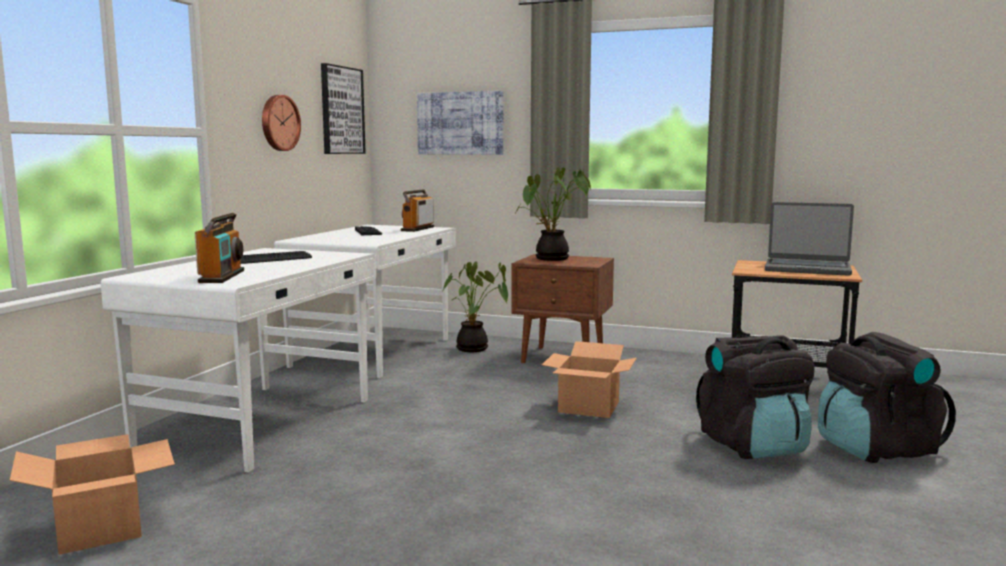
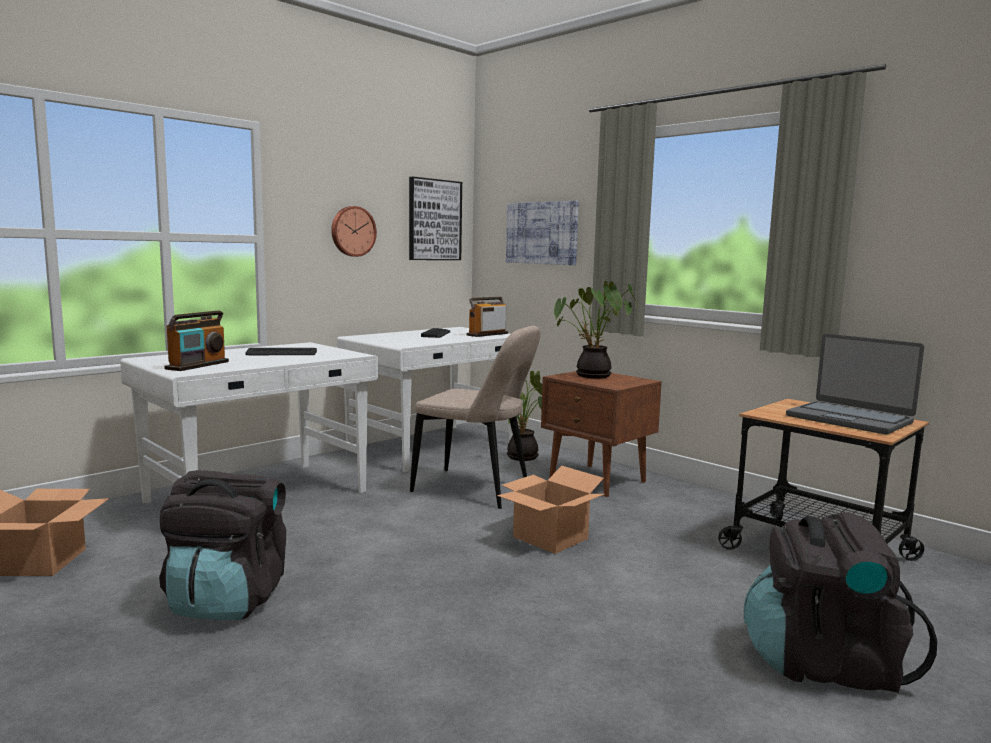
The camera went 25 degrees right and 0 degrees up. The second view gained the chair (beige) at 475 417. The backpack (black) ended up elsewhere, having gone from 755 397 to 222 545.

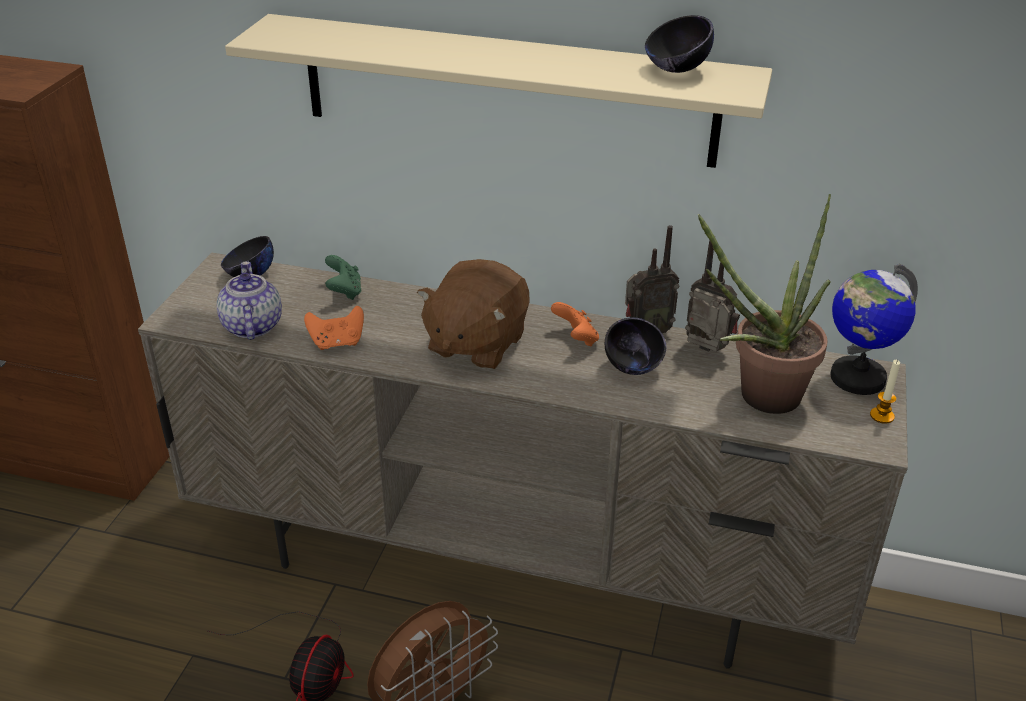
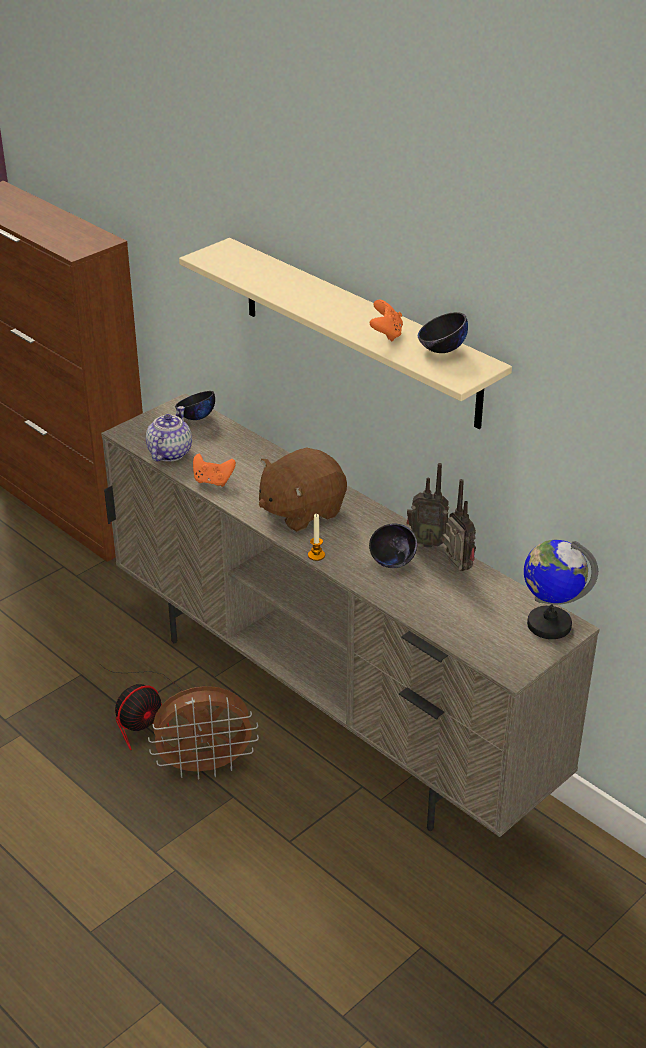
The camera went 30 degrees right and 0 degrees up. The second view lost the game controller (green) at 343 277. The second view lost the potted plant at 764 304. The game controller (orange) ended up elsewhere, having gone from 575 324 to 386 320. The candle ended up elsewhere, having gone from 885 392 to 316 537.

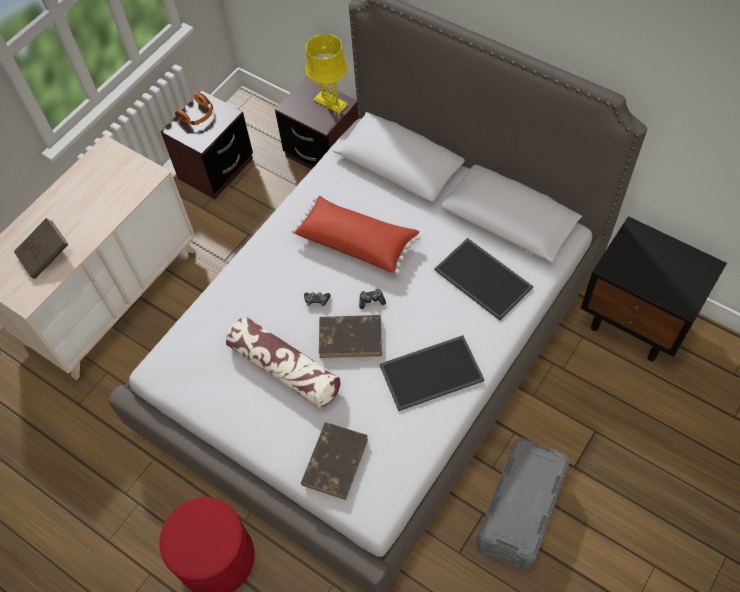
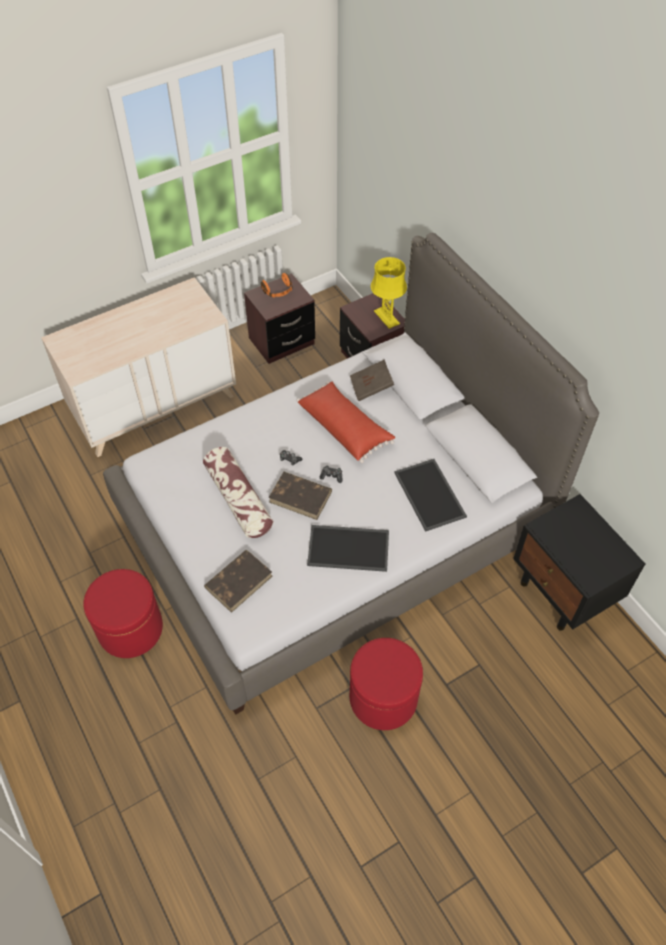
The camera went 20 degrees right and 5 degrees down. The book (brown) ended up elsewhere, having gone from 41 248 to 372 380. Where the storage box (grey) stood at 523 504, the ottoman (red) came to stand at 386 684.

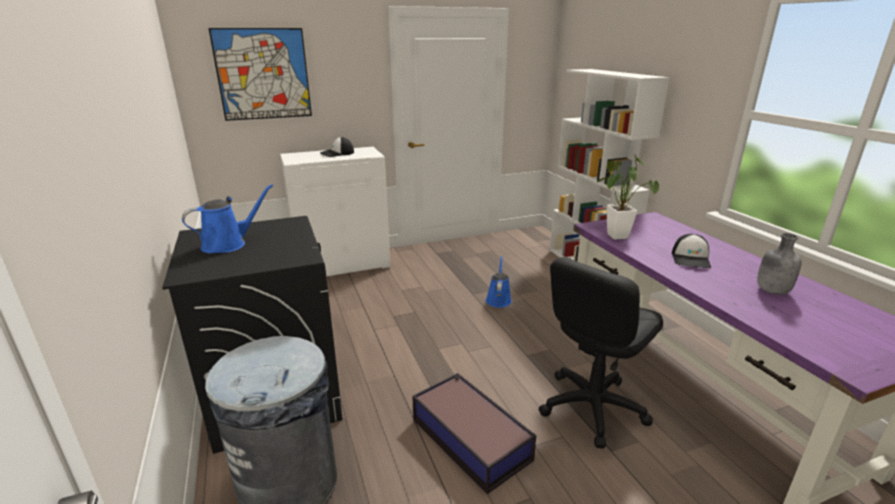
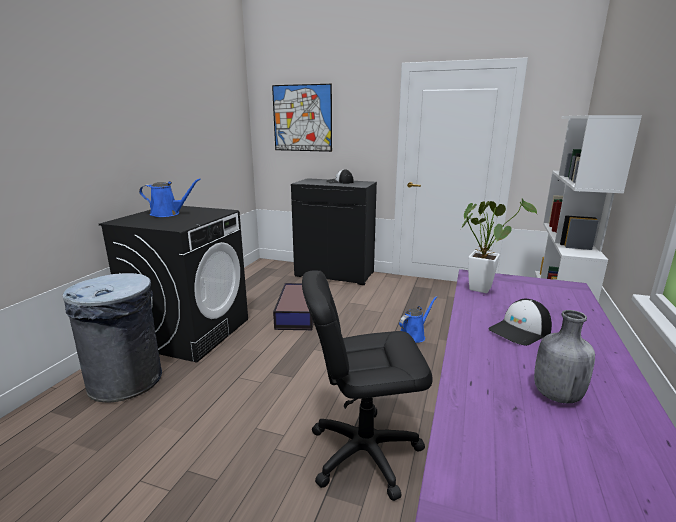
The camera went 40 degrees right and 5 degrees down. The storage box ended up elsewhere, having gone from 474 433 to 293 306. What was the cabinet (white) at 335 211 turned into the cabinet (black) at 334 231.

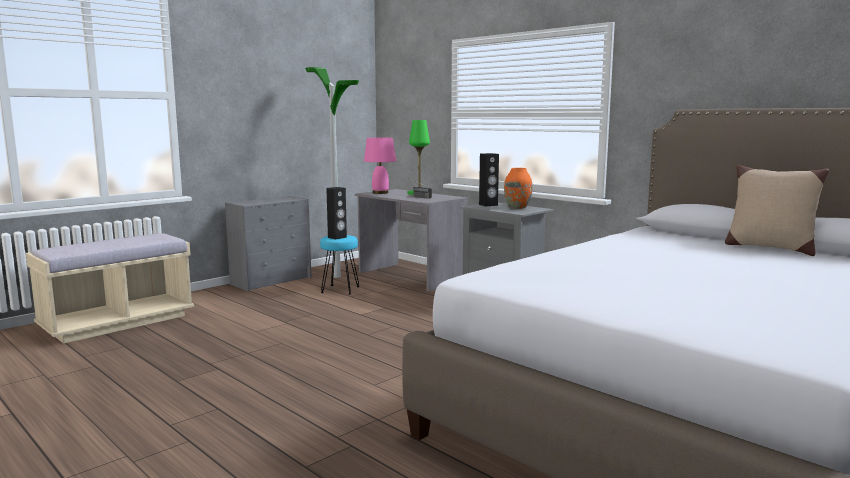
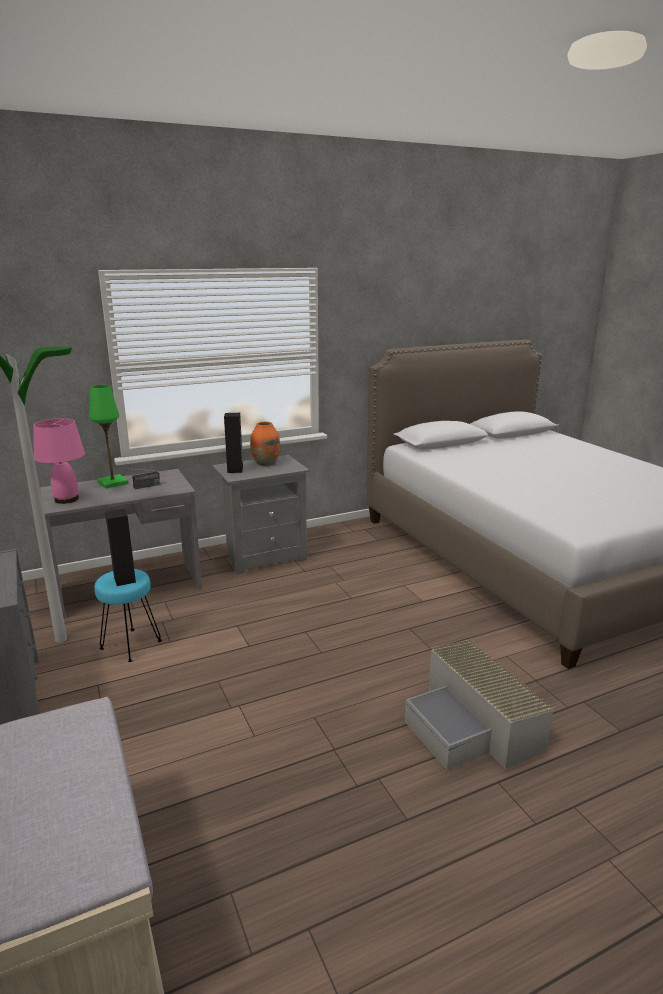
The camera went 70 degrees left and 10 degrees up. The second view lost the pillow (beige) at 777 210. The second view gained the storage box (grey) at 479 705.

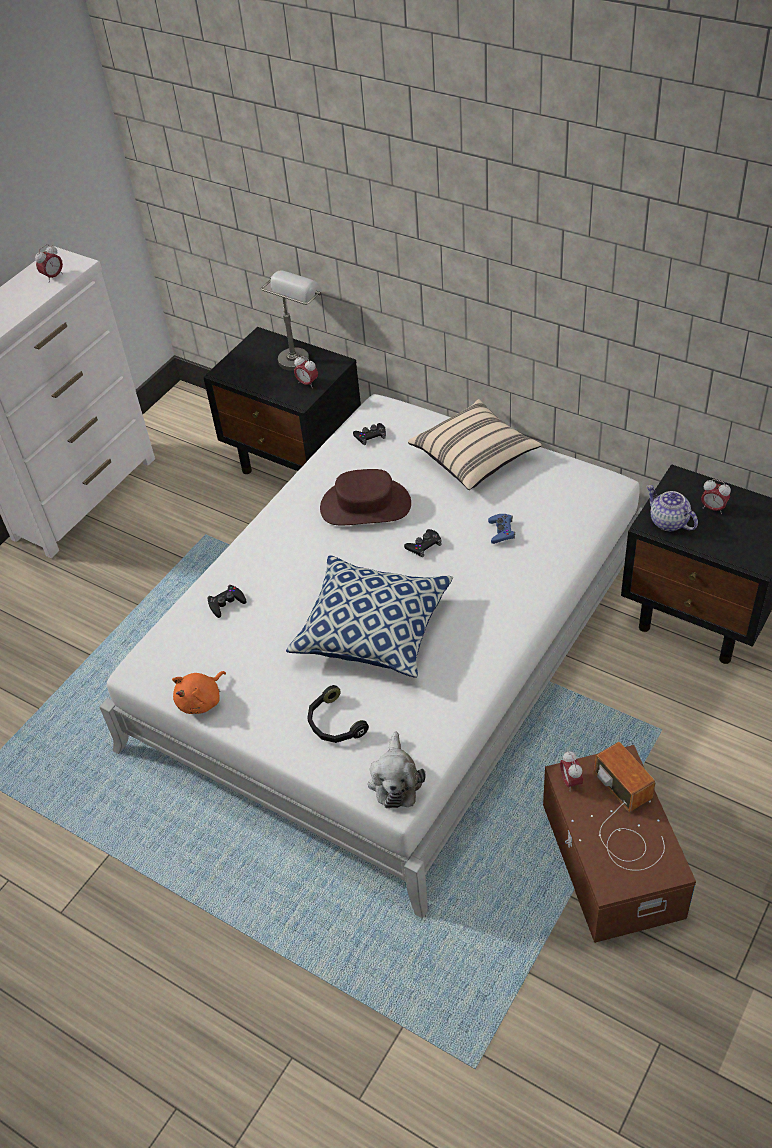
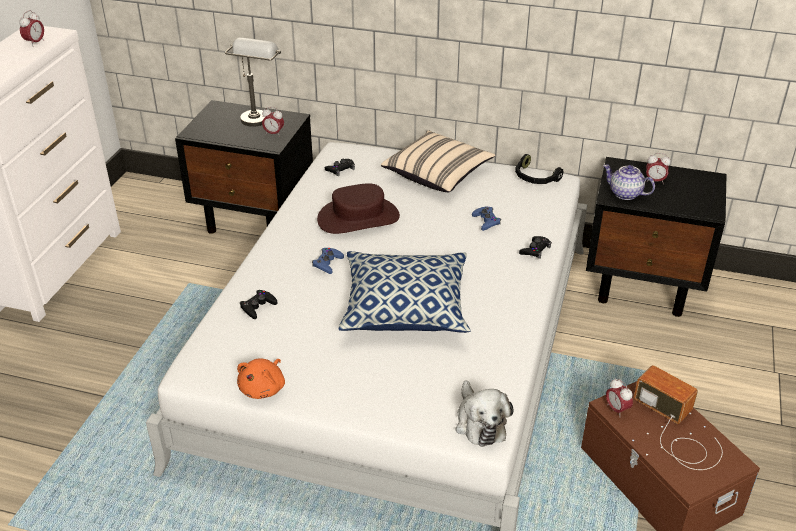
The camera went 20 degrees left and 10 degrees down. The second view gained the game controller (blue) at 328 261. The headphones (black) ended up elsewhere, having gone from 338 714 to 539 169. The game controller (black) ended up elsewhere, having gone from 423 543 to 535 247.

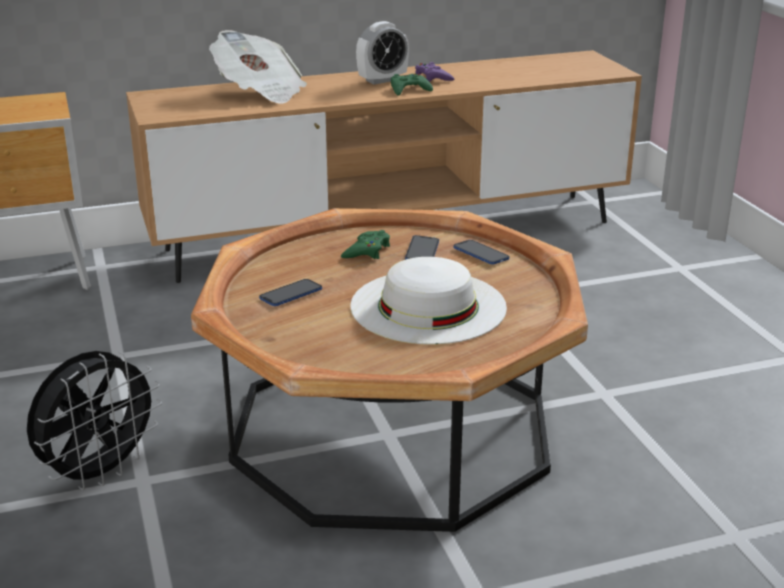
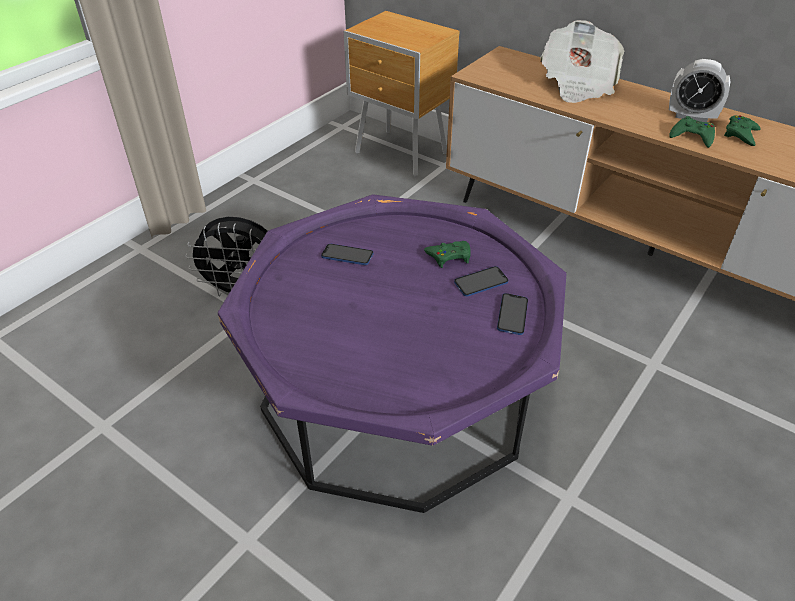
The camera went 55 degrees right and 15 degrees up. The second view lost the hat (white) at 428 300. What was the coffee table (brown) at 389 370 turned into the coffee table (purple) at 392 353. What was the game controller (purple) at 435 72 turned into the game controller (green) at 742 130.

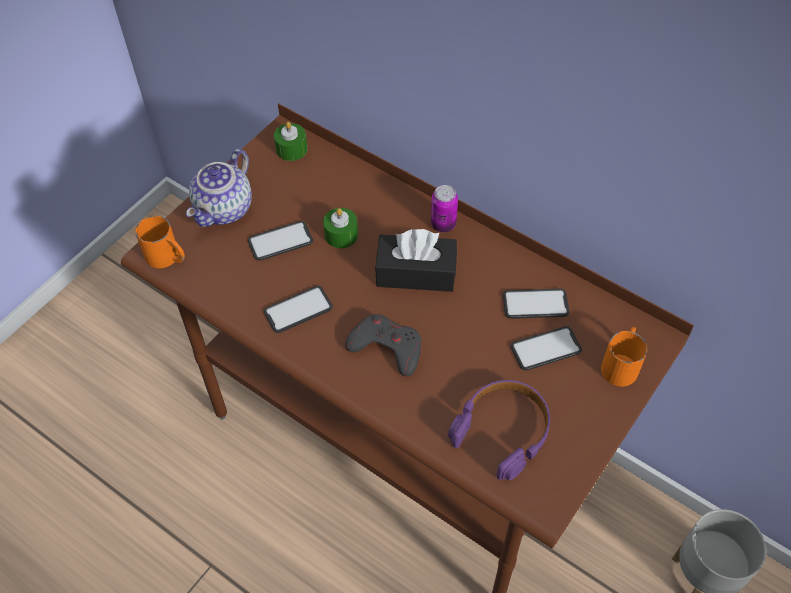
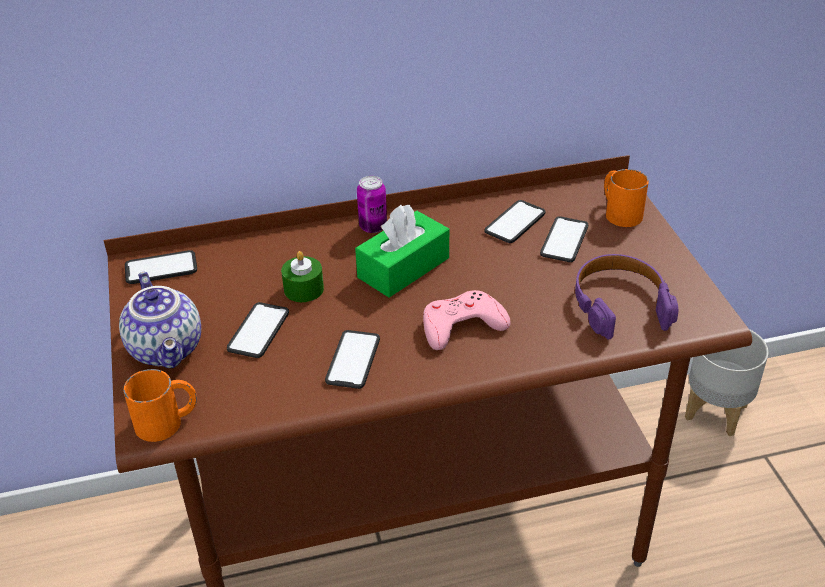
The camera went 50 degrees left and 15 degrees down. Where the candle (green) stood at 290 141, the phone came to stand at 161 267. What was the game controller (grey) at 383 345 turned into the game controller (pink) at 466 320. What was the tissue box (black) at 416 260 turned into the tissue box (green) at 402 251.

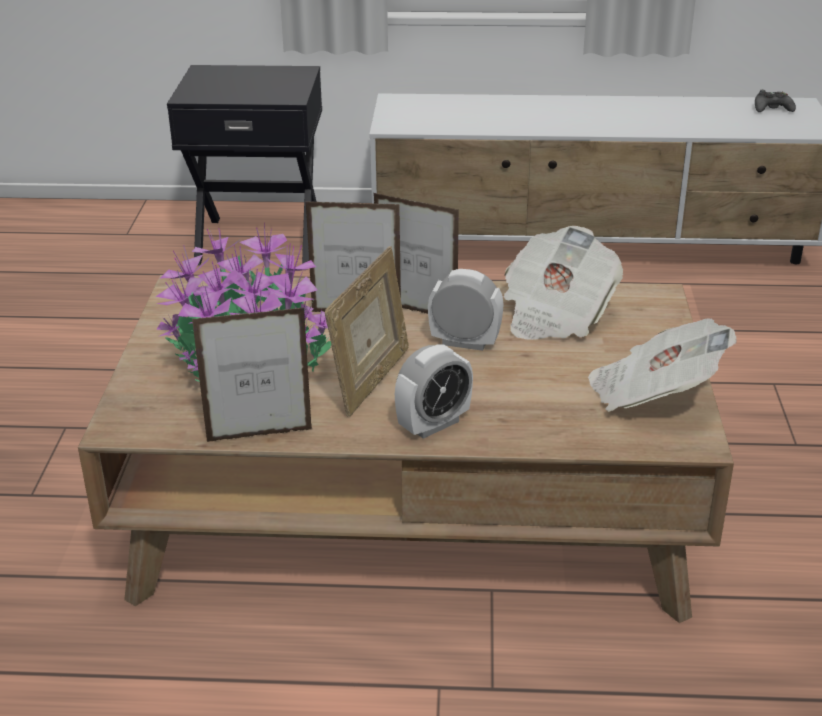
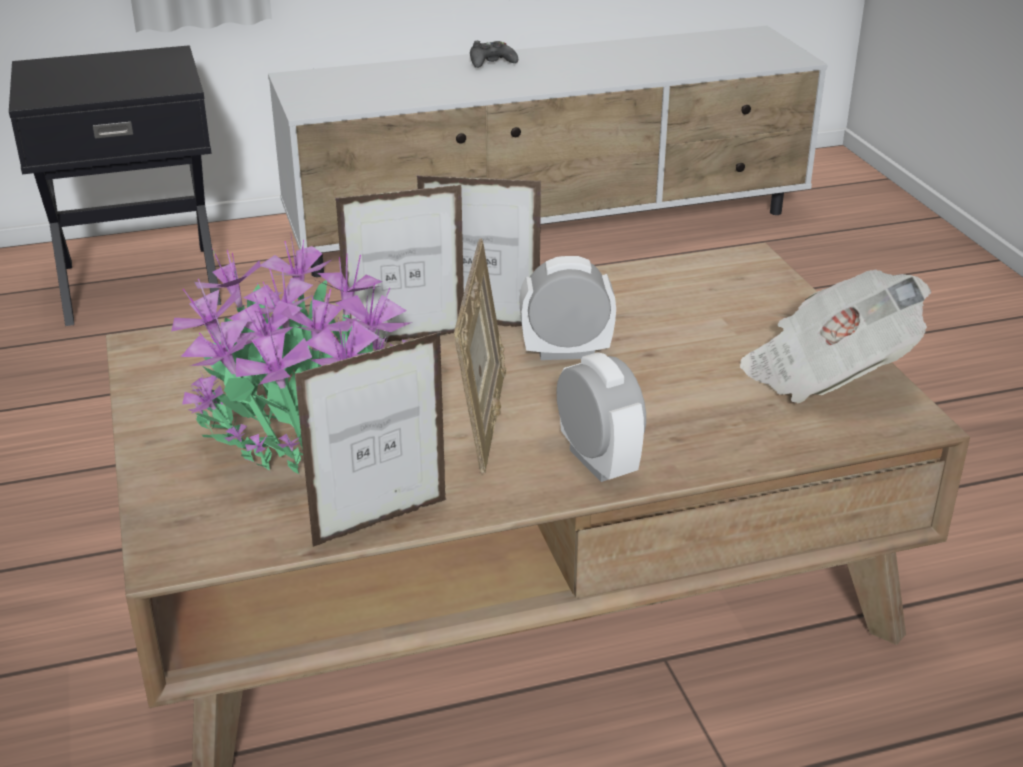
The camera went 20 degrees left and 0 degrees up. The second view lost the newspaper at 563 283. The game controller (black) ended up elsewhere, having gone from 775 101 to 494 54. The alarm clock at 434 391 ended up facing another way, 60 degrees counterclockwise from before.

